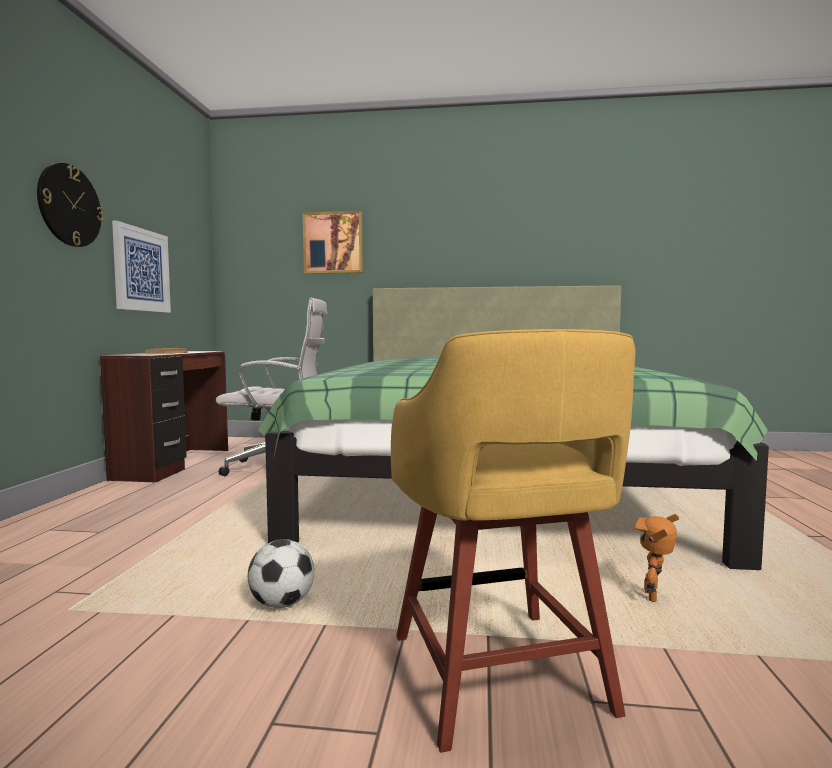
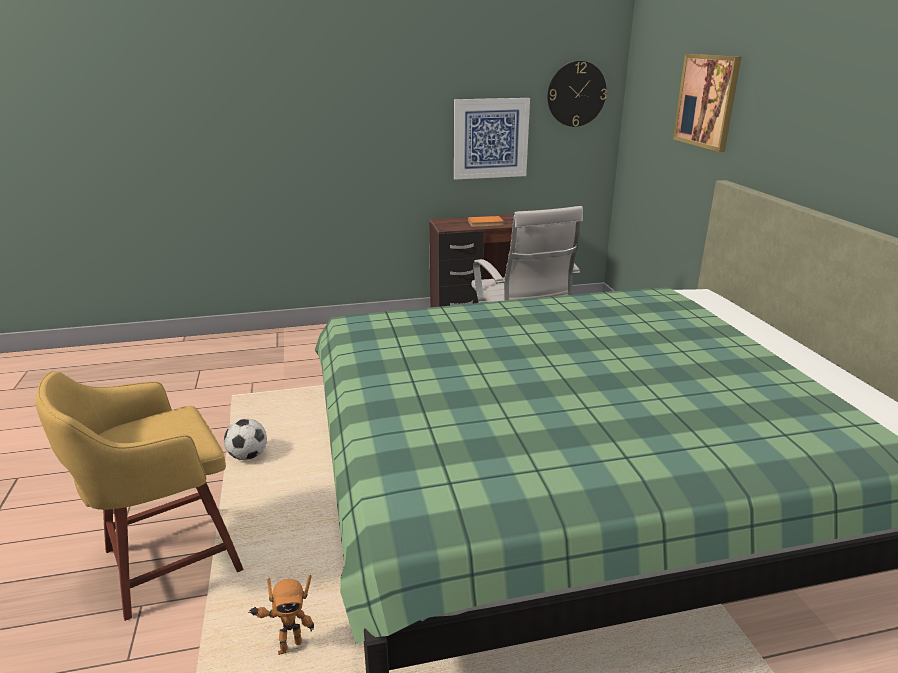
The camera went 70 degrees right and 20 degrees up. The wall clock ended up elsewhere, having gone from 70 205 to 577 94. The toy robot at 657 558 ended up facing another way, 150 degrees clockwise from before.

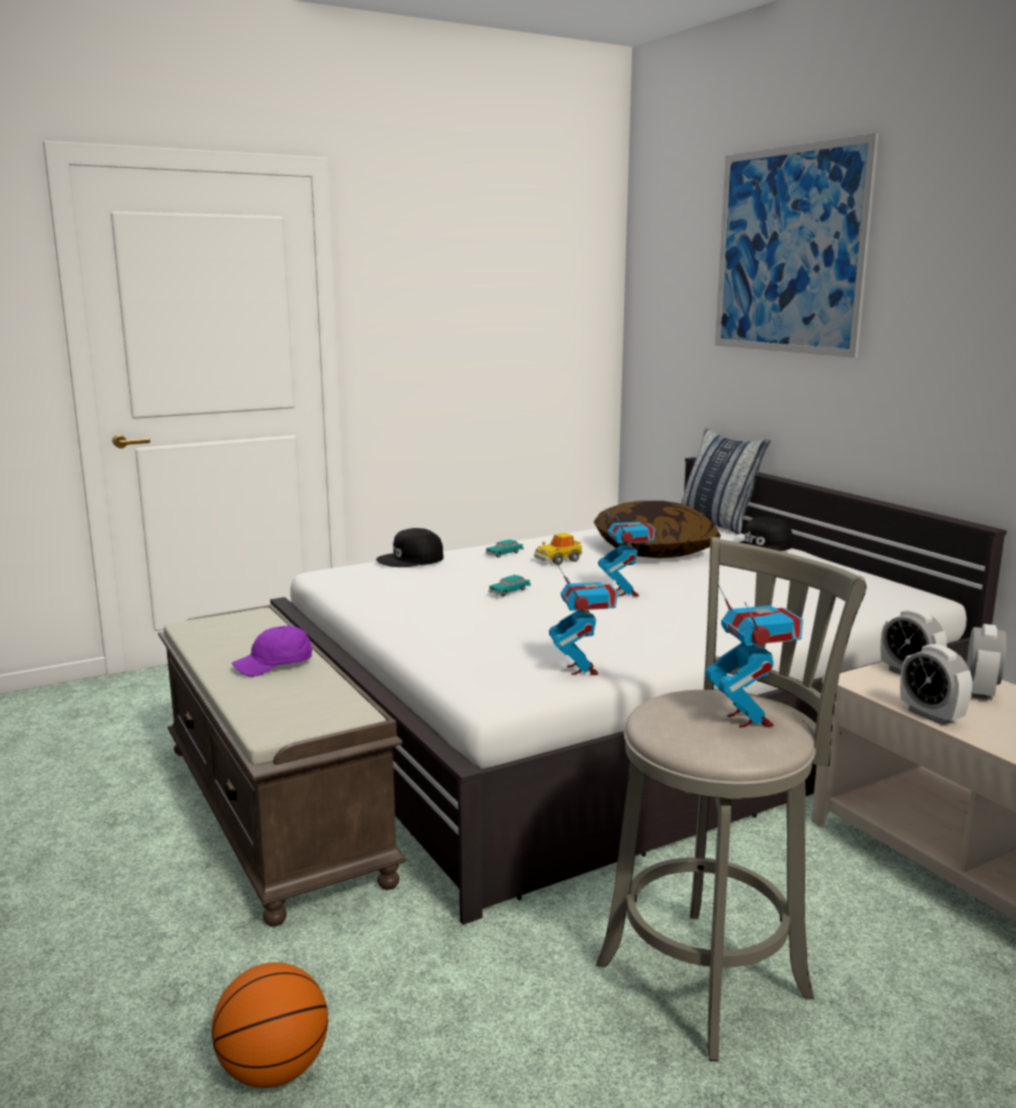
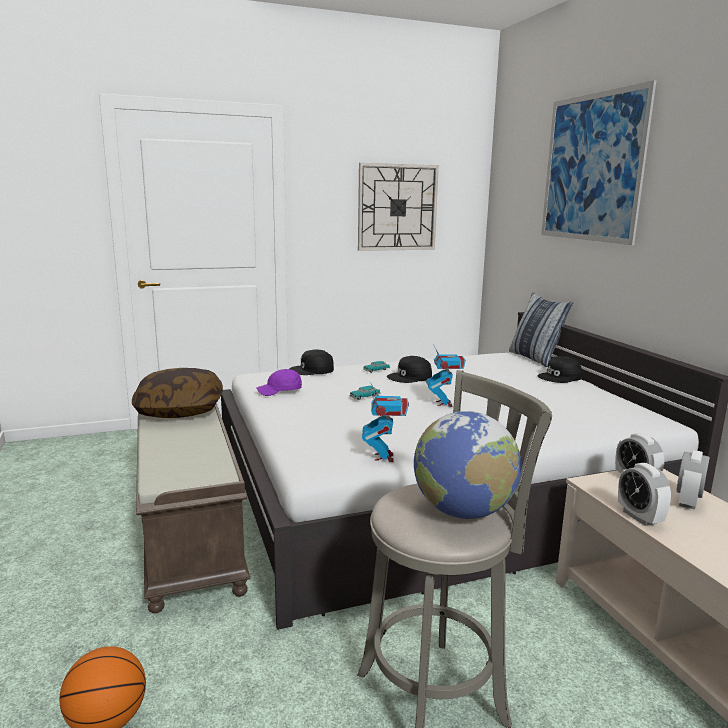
The camera went 10 degrees right and 0 degrees up. The second view gained the wall clock at 398 207. The cap (purple) ended up elsewhere, having gone from 272 651 to 279 382. The pillow ended up elsewhere, having gone from 657 529 to 177 393. Where the toy car stood at 558 549, the cap (black) came to stand at 409 369. Where the toy robot stood at 754 656, the globe came to stand at 467 465.

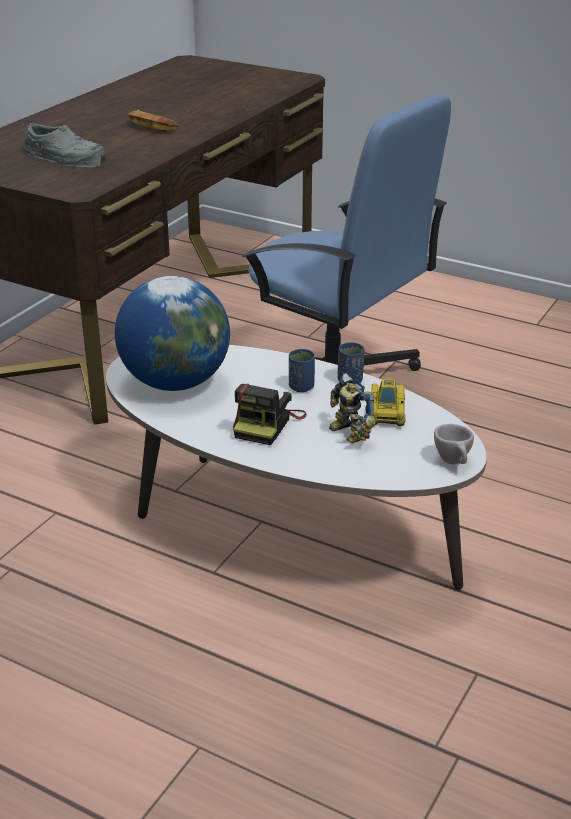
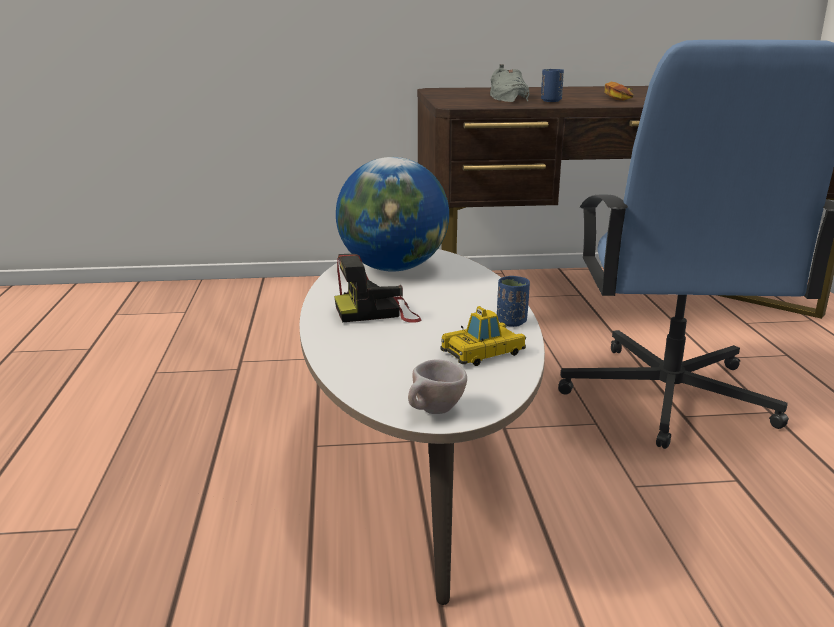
The camera went 55 degrees right and 10 degrees down. The second view lost the toy robot at 352 408. The cup (blue) ended up elsewhere, having gone from 302 370 to 552 85.

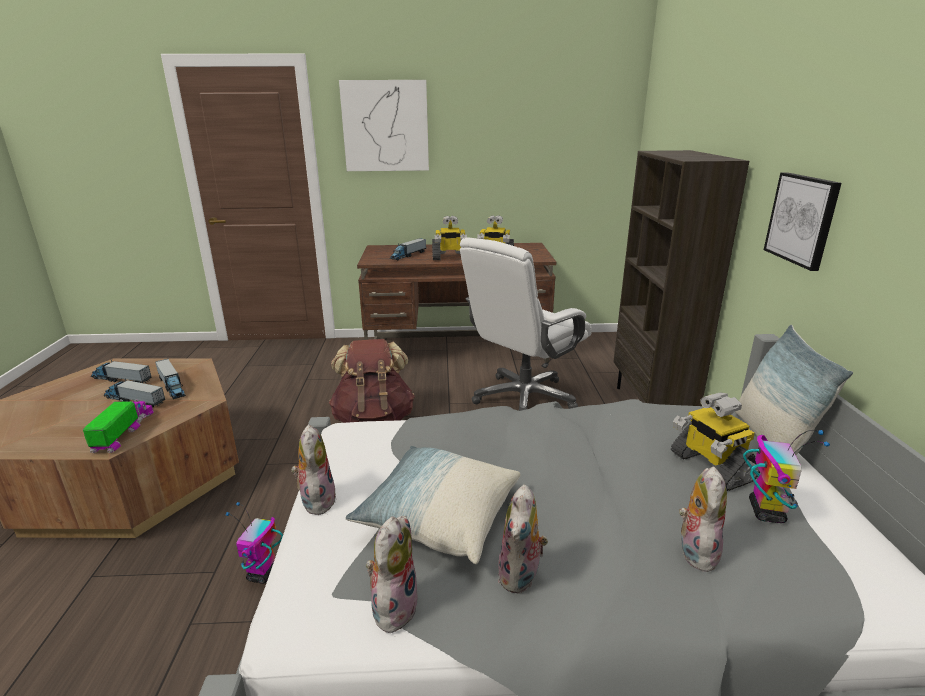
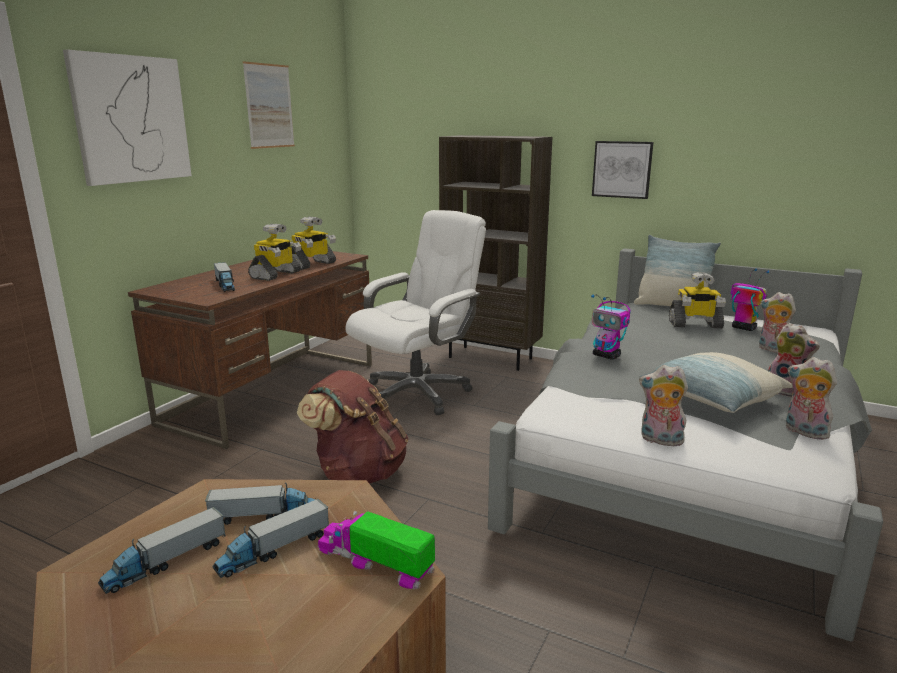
The camera went 60 degrees left and 5 degrees down. The second view gained the picture at 269 105. The toy robot ended up elsewhere, having gone from 254 543 to 611 327. The office chair (white) at 526 324 ended up facing another way, 120 degrees counterclockwise from before.

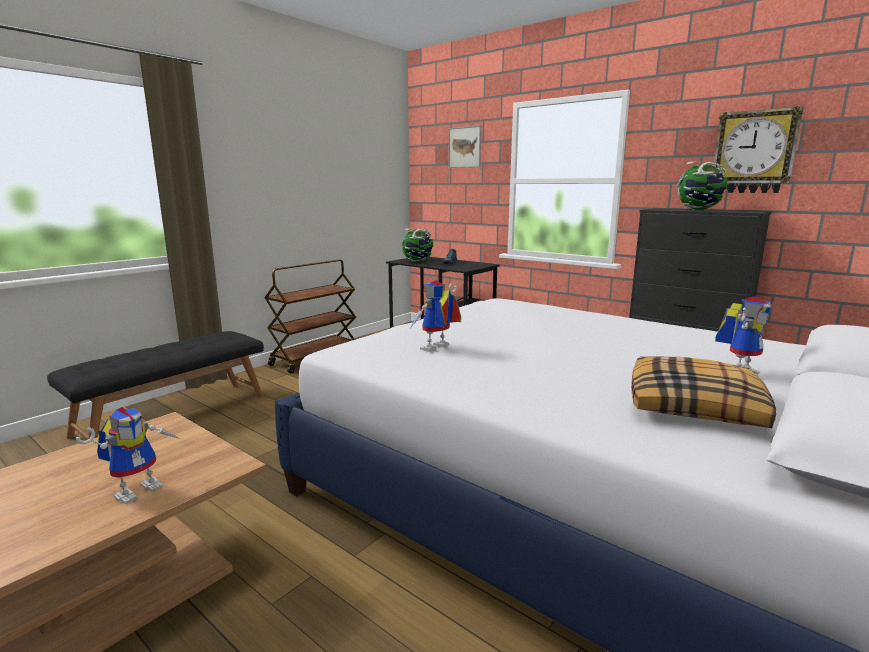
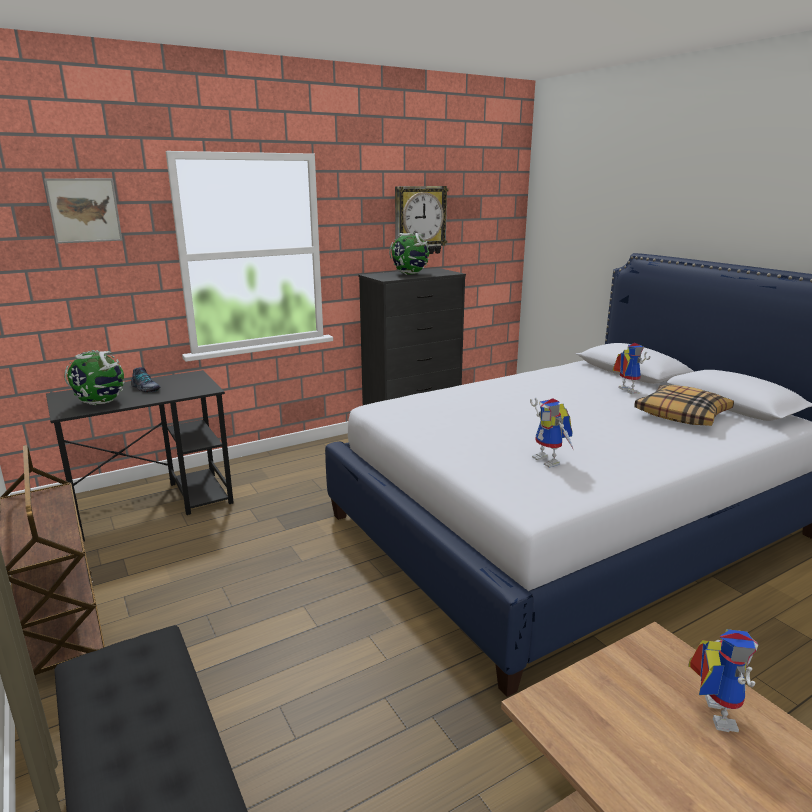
The camera went 70 degrees left and 5 degrees up. The toy robot at 128 455 ended up facing another way, 45 degrees clockwise from before.

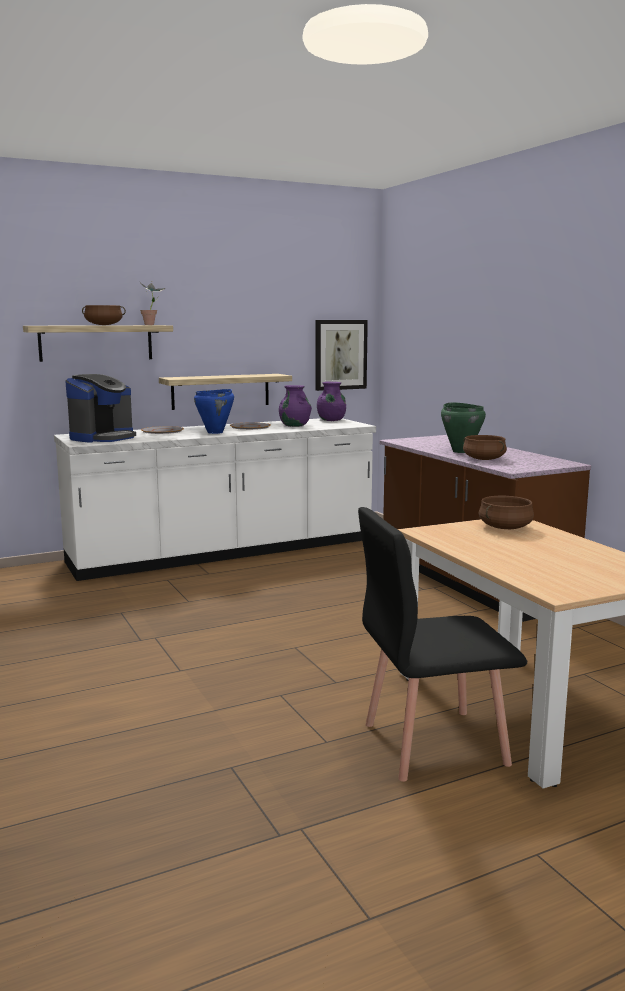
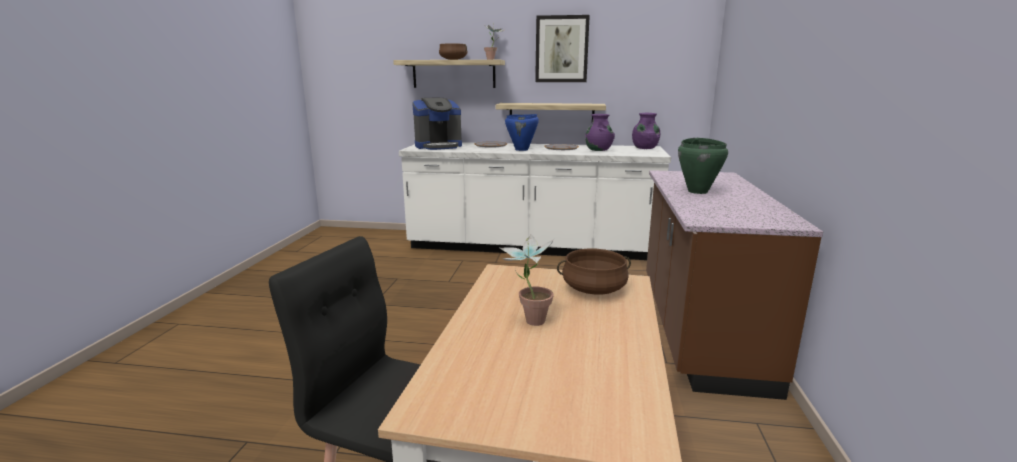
The camera went 35 degrees right and 5 degrees up. The second view lost the cooking pot (brown) at 485 447. The second view gained the potted plant at 527 280. The picture ended up elsewhere, having gone from 342 355 to 562 48.

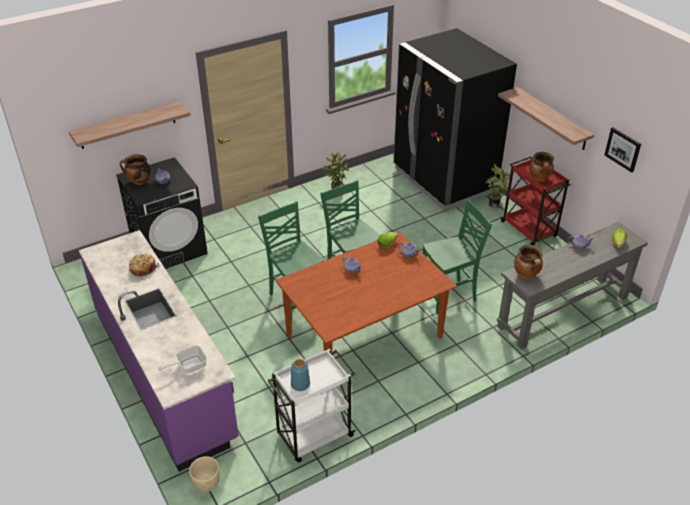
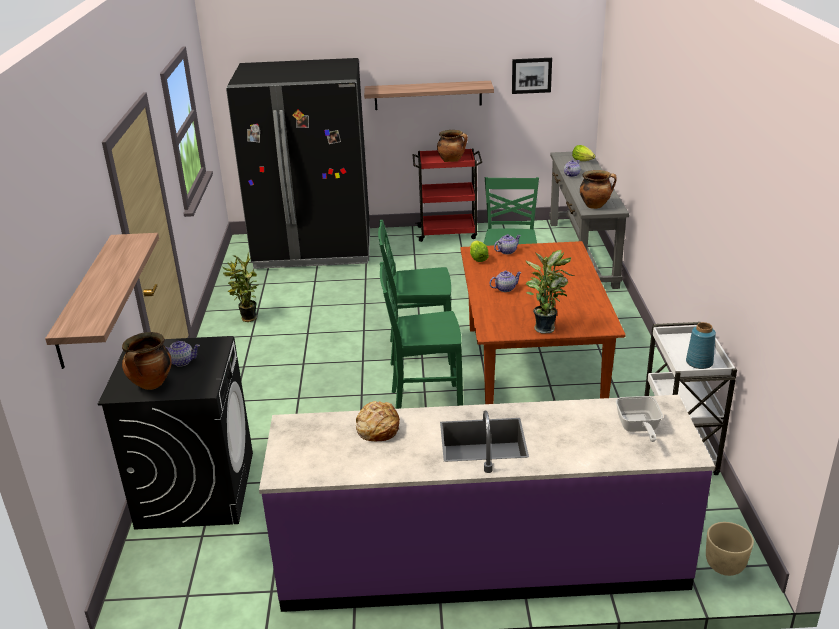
The camera went 60 degrees left and 10 degrees down. The potted plant ended up elsewhere, having gone from 497 186 to 550 291.

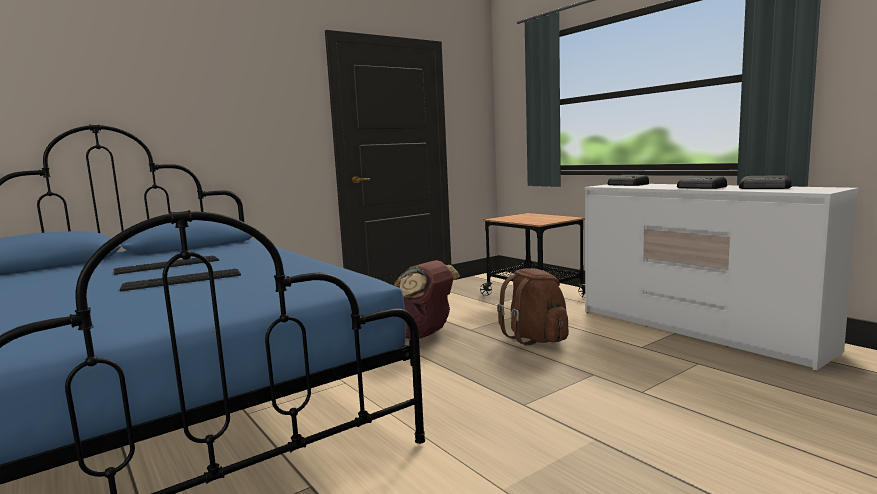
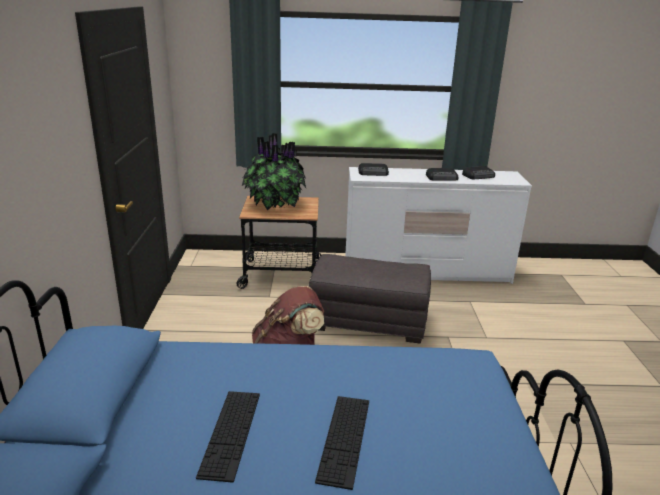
The camera went 55 degrees left and 15 degrees up. The second view gained the potted plant at 274 172. Where the backpack (brown) stood at 533 307, the ottoman (grey) came to stand at 369 298.

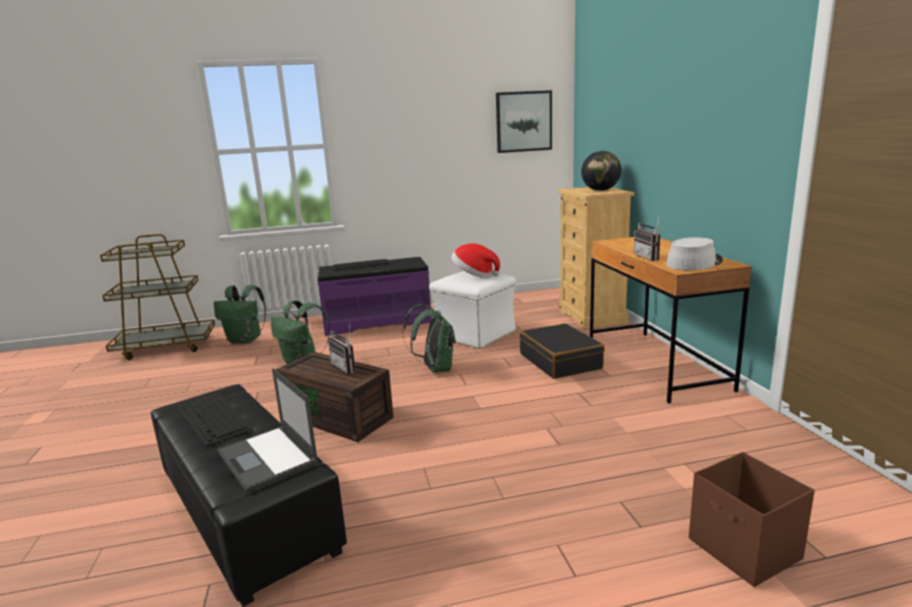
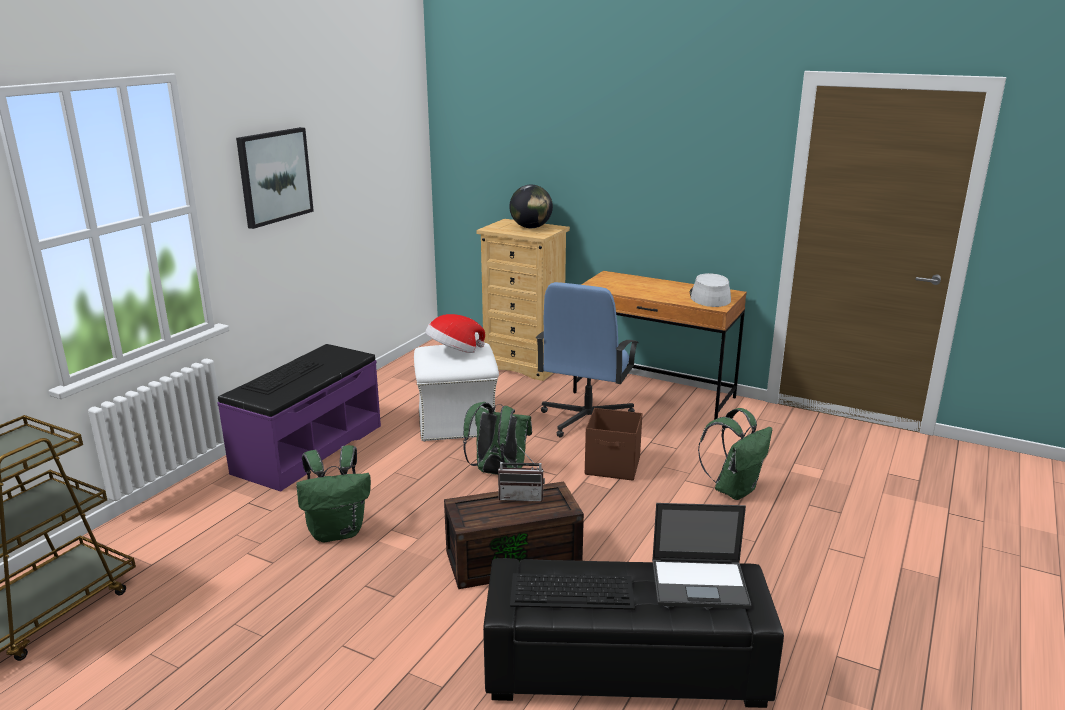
The camera went 50 degrees left and 5 degrees up. The second view lost the radio at 647 239. The backpack (green) ended up elsewhere, having gone from 240 314 to 735 454. The picture ended up elsewhere, having gone from 524 121 to 275 178. The storage box (brown) ended up elsewhere, having gone from 752 519 to 613 444. Where the suitcase (black) stood at 562 351, the office chair (blue) came to stand at 587 360.

